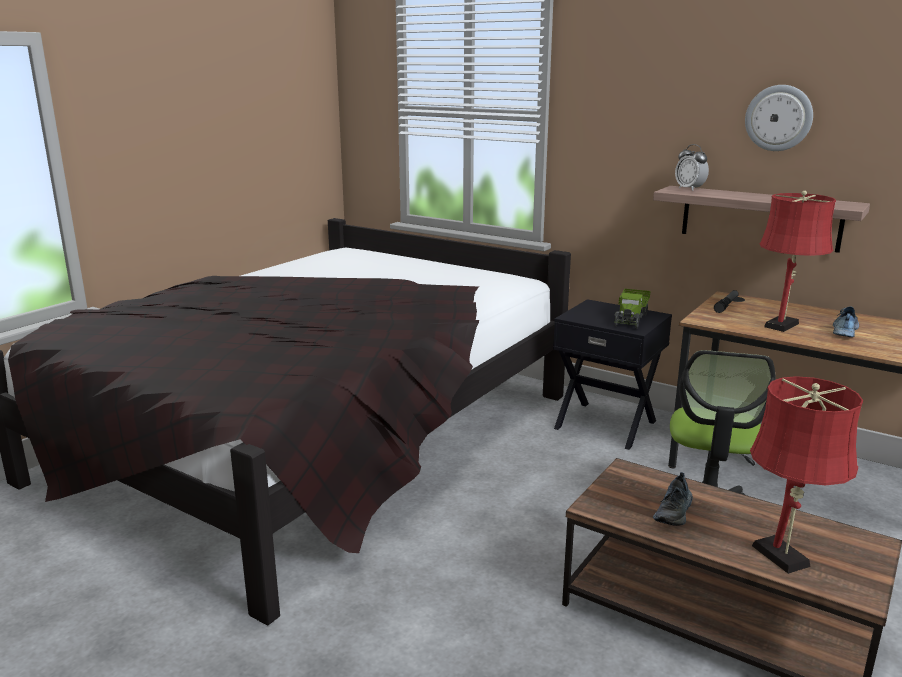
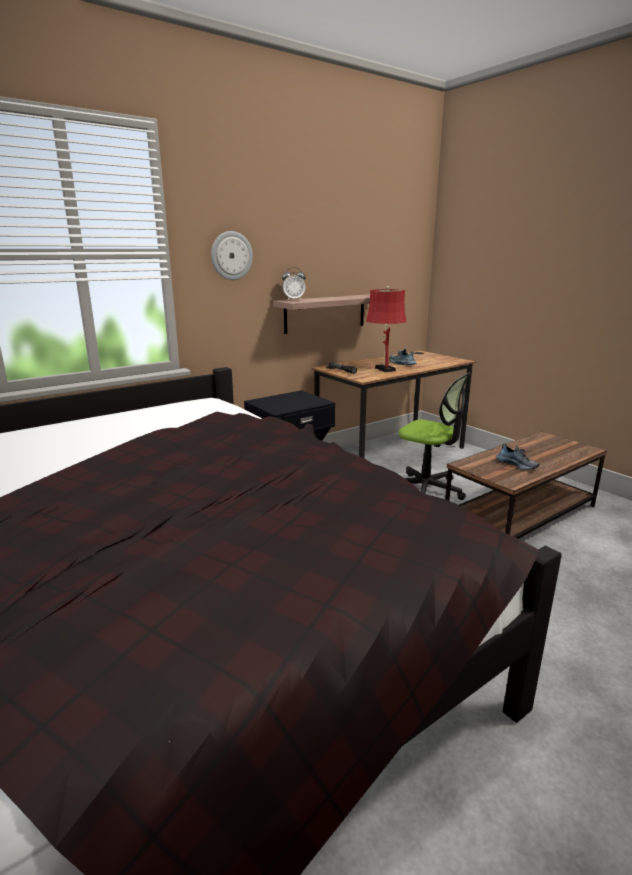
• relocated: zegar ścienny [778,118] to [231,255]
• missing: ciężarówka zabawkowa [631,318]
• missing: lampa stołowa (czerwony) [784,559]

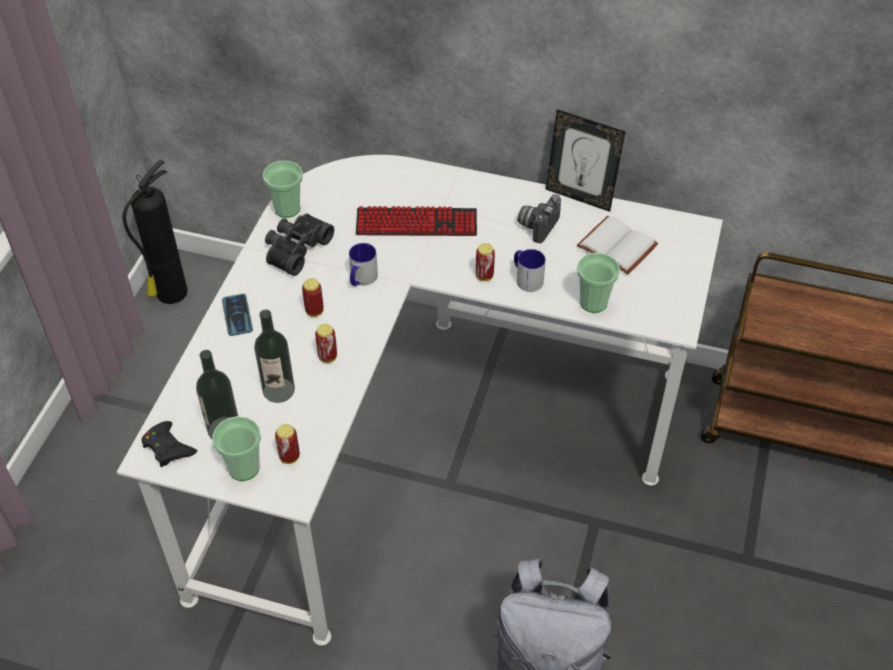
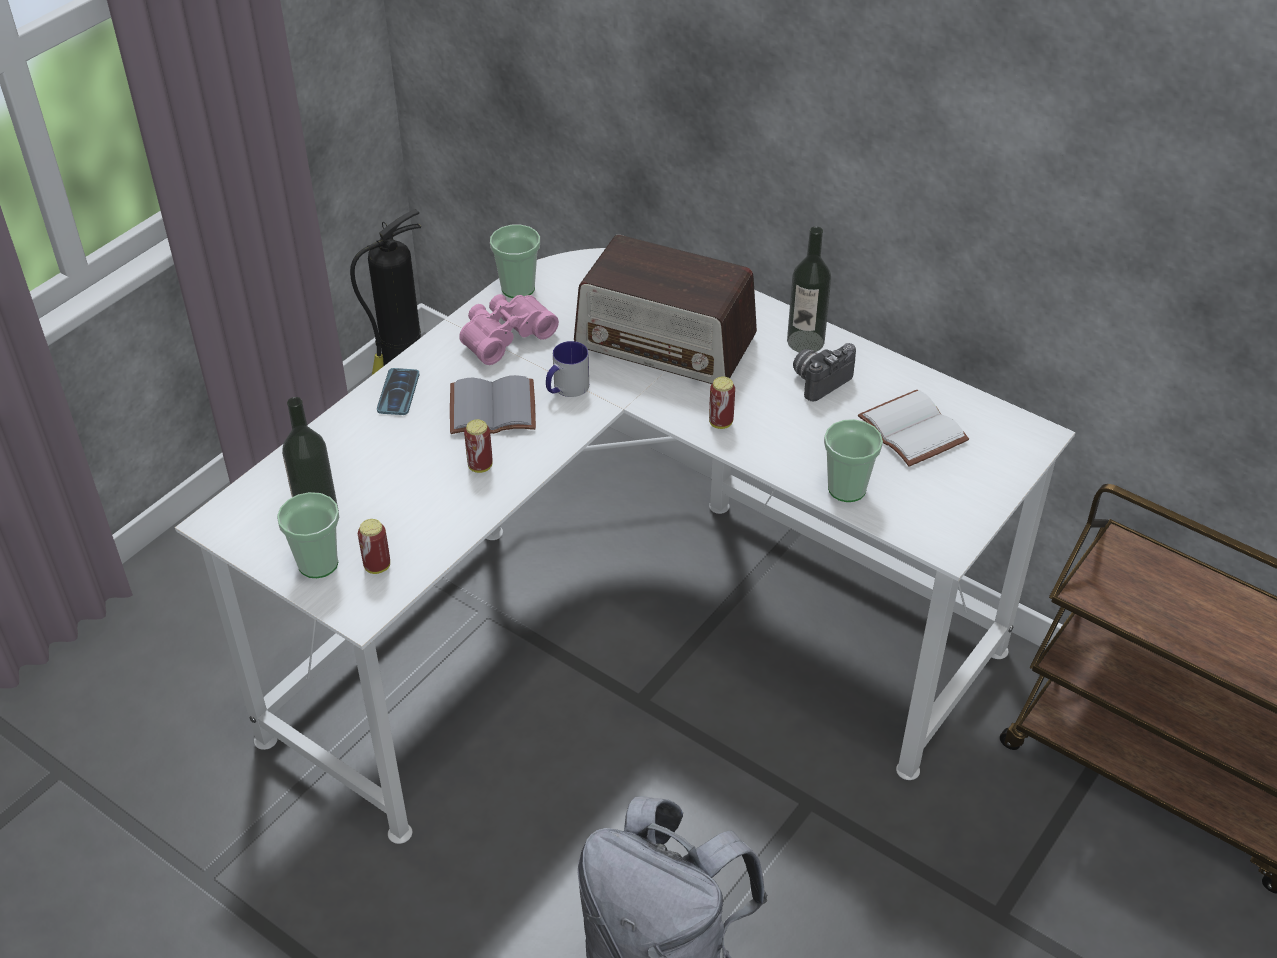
• exchanged: puszka [314,311] to książka (szary) [491,411]
• colour: lornetka (czarny) [295,249] to lornetka (różowy) [504,335]
• exchanged: klawiatura [416,224] to radio [666,342]
• relocated: butelka [278,390] to [805,342]
• missing: pad do gier (czarny) [168,447]
• missing: kubek [526,278]
• missing: ramka na zdjęcie [579,196]

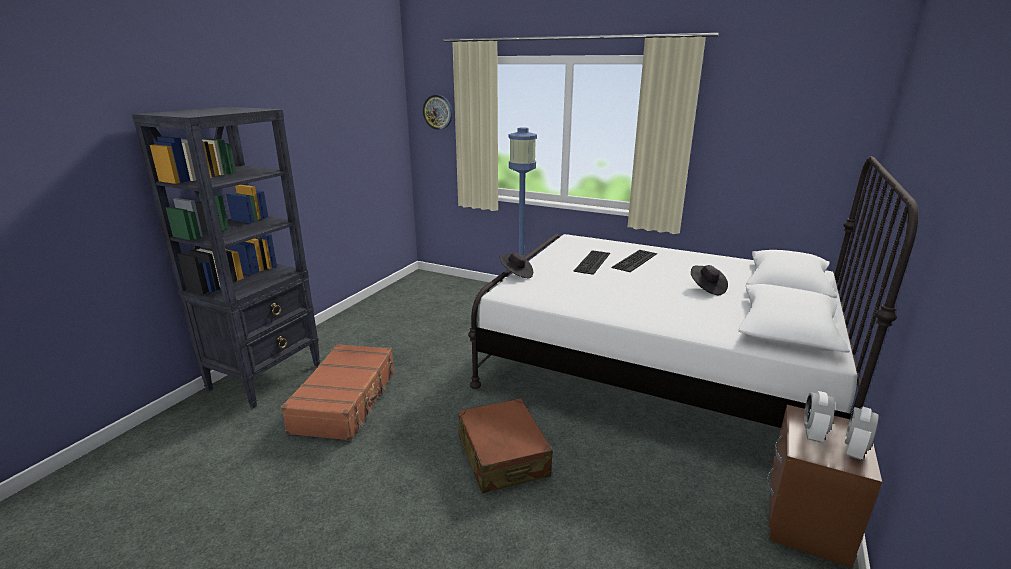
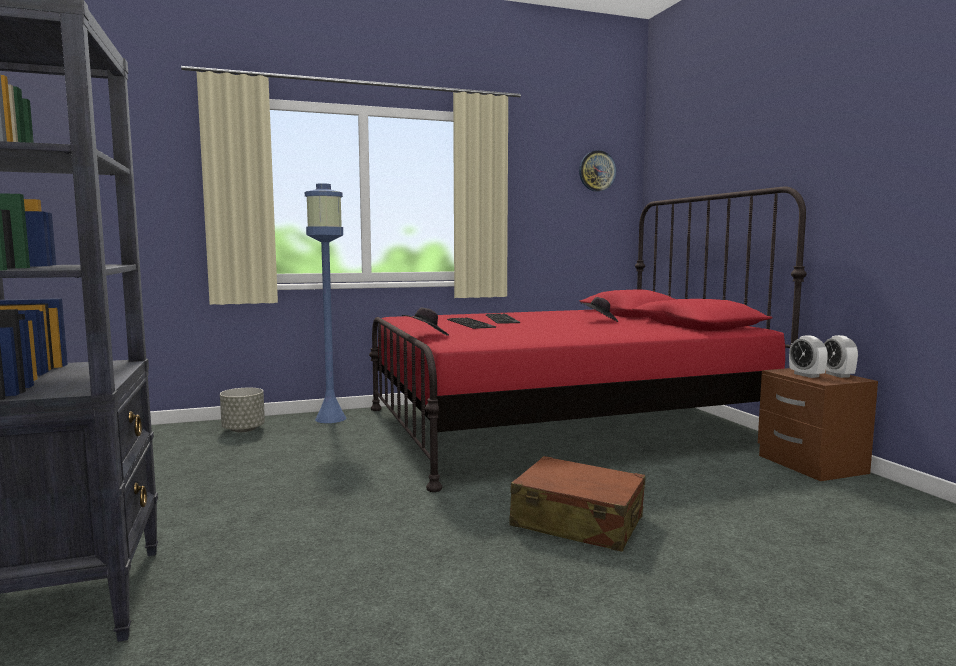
• appeared: donica (szary) [243,430]
• colour: łóżko (biały) [656,367] to łóżko (czerwony) [562,426]
• relocated: zegar ścienny [438,112] to [597,171]
• missing: walizka (brązowy) [346,400]

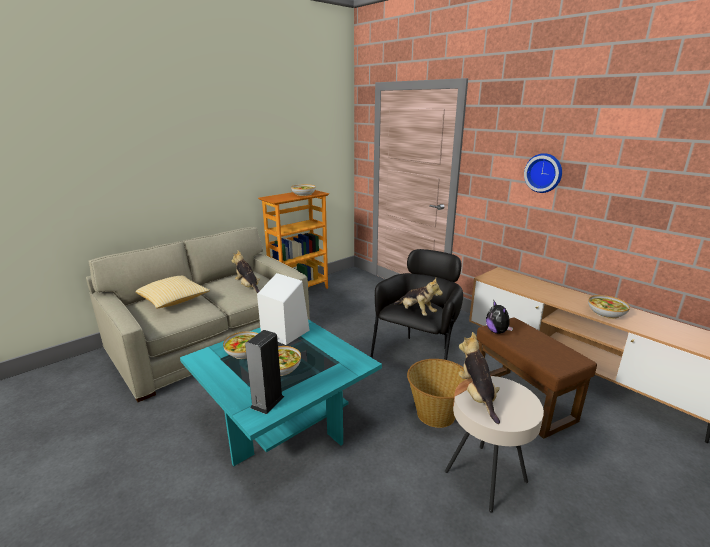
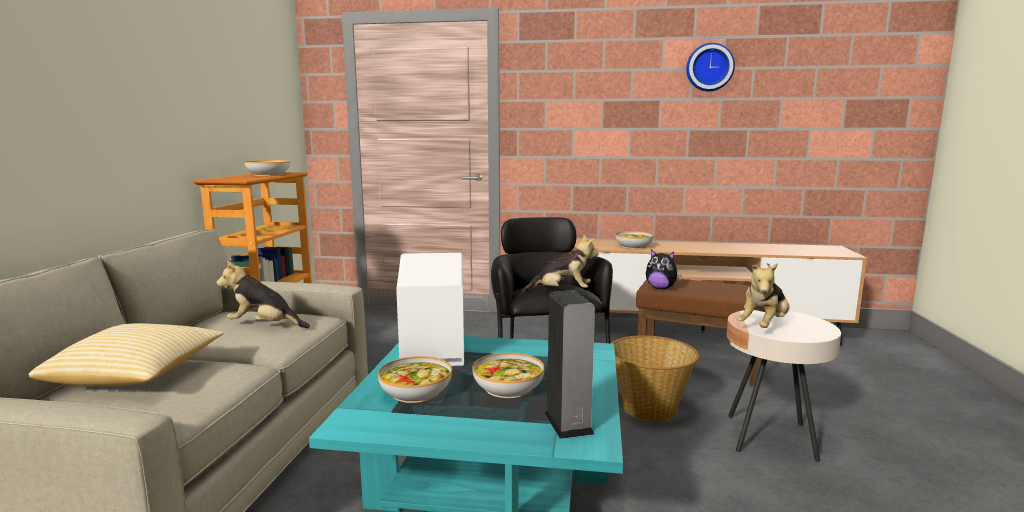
• relocated: miska [606,313] to [633,246]
• relocated: zegar ścienny [544,173] to [709,67]
• spun: pluszak [477,396] = [763,326] 90 degrees counterclockwise

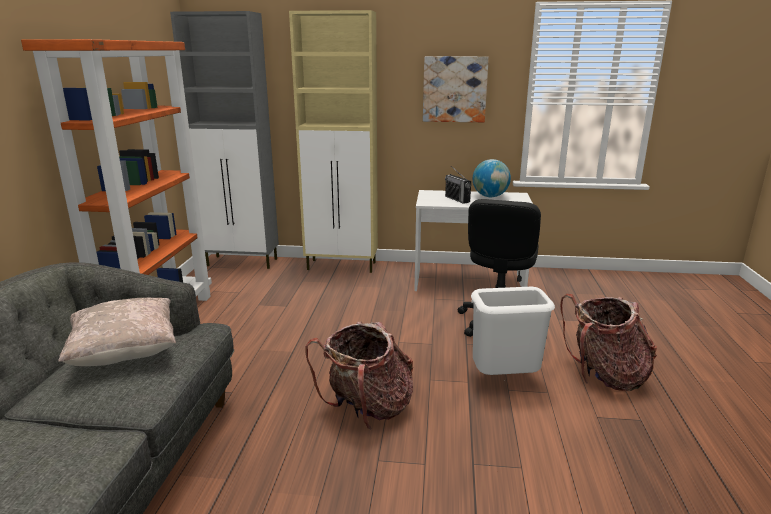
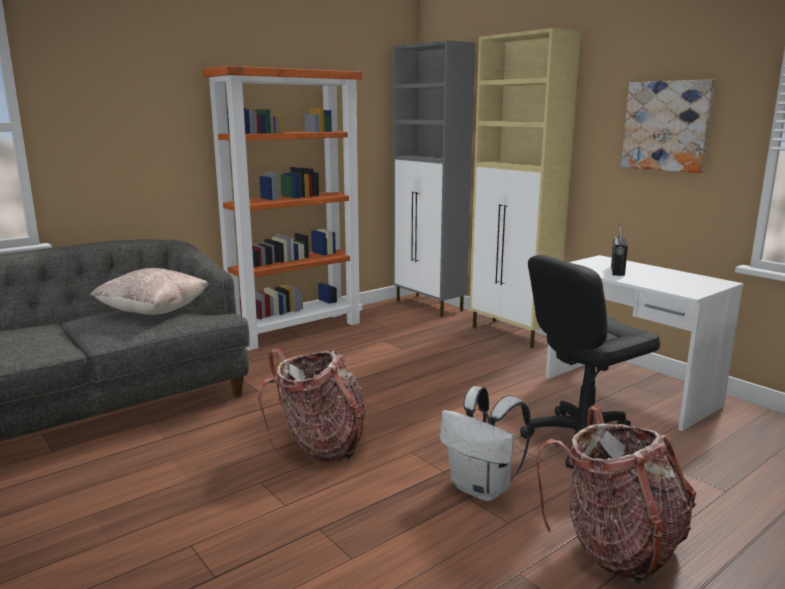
• exchanged: kosz na śmieci (biały) [504,380] to plecak (biały) [483,489]
• missing: globus [490,196]

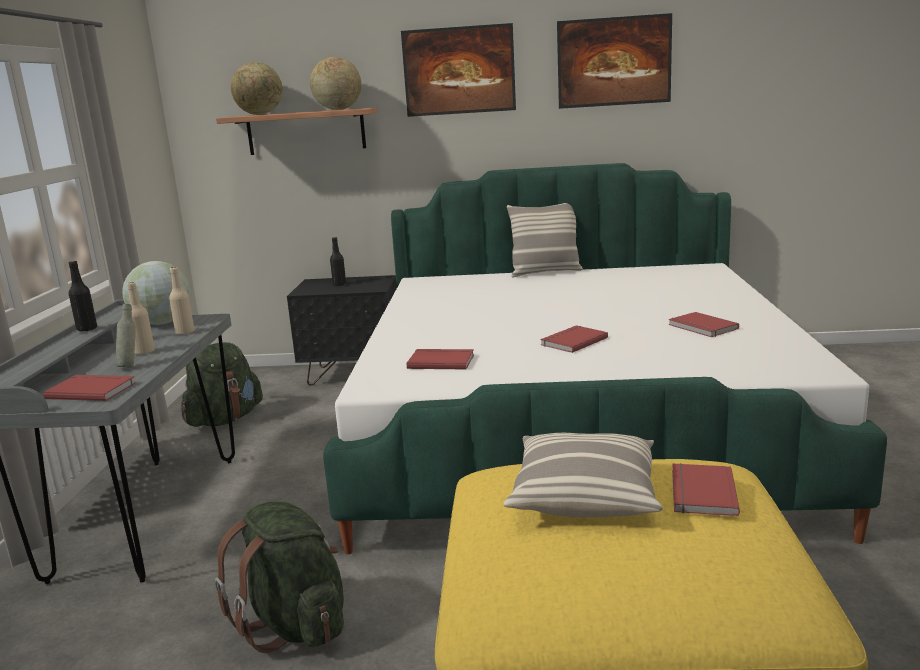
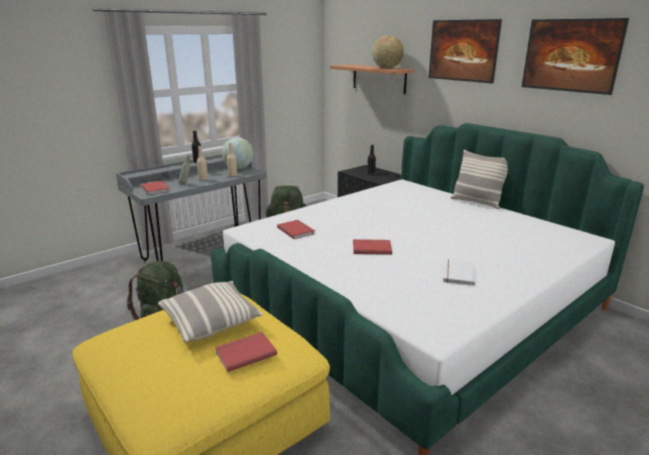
• colour: książka (czerwony) [701,327] to książka (biały) [456,274]
• missing: globus [260,114]

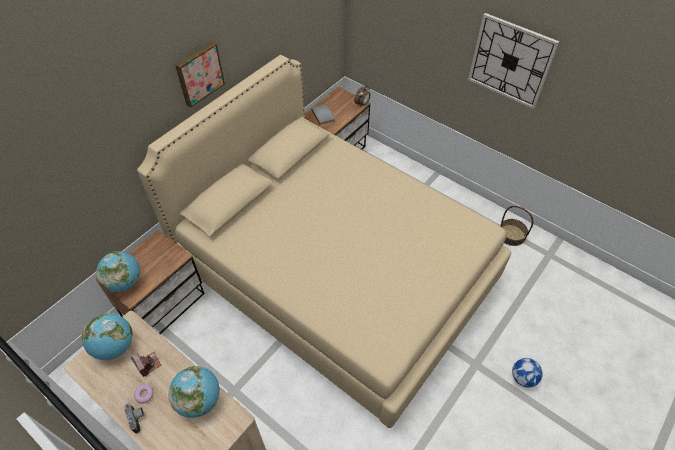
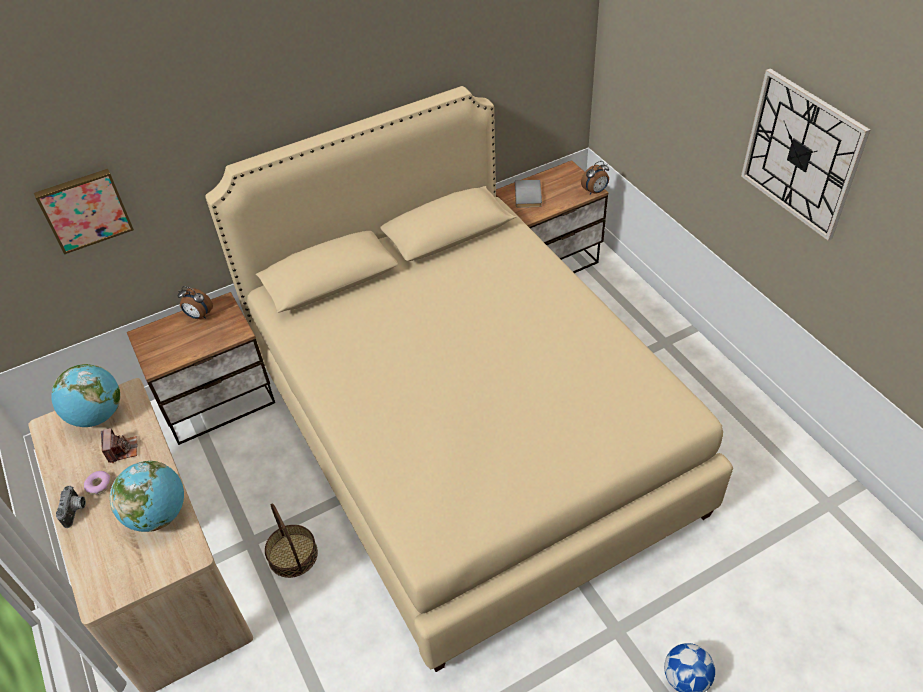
• relocated: obraz [199,73] to [84,209]
• appeared: budzik [199,316]
• relocated: koszyk [511,235] to [293,555]
• missing: globus [125,282]

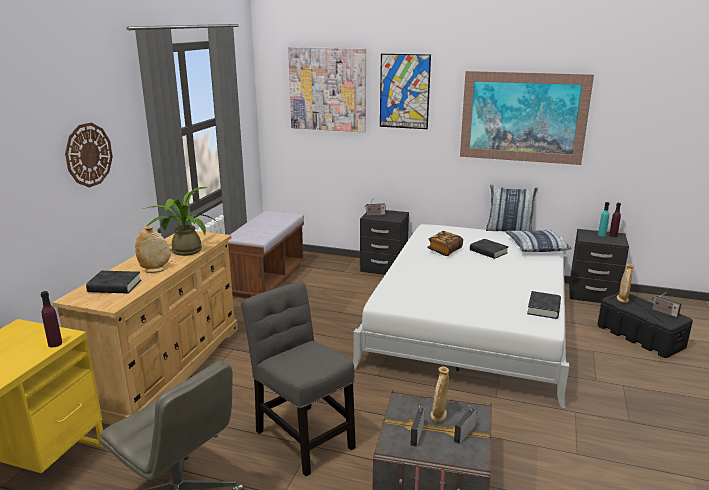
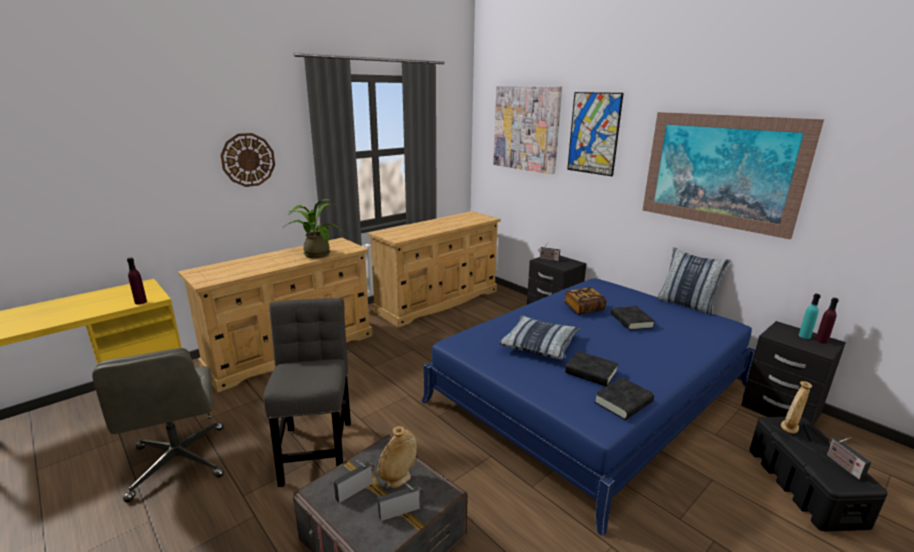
• exchanged: ławka (brązowy) [266,280] to komoda (beżowy) [438,300]
• colour: łóżko (biały) [471,321] to łóżko (niebieski) [590,393]
• relocated: poduszka [536,247] to [540,344]
• relocated: książka (czarny) [114,286] to [591,372]
• missing: wazon (beżowy) [155,270]

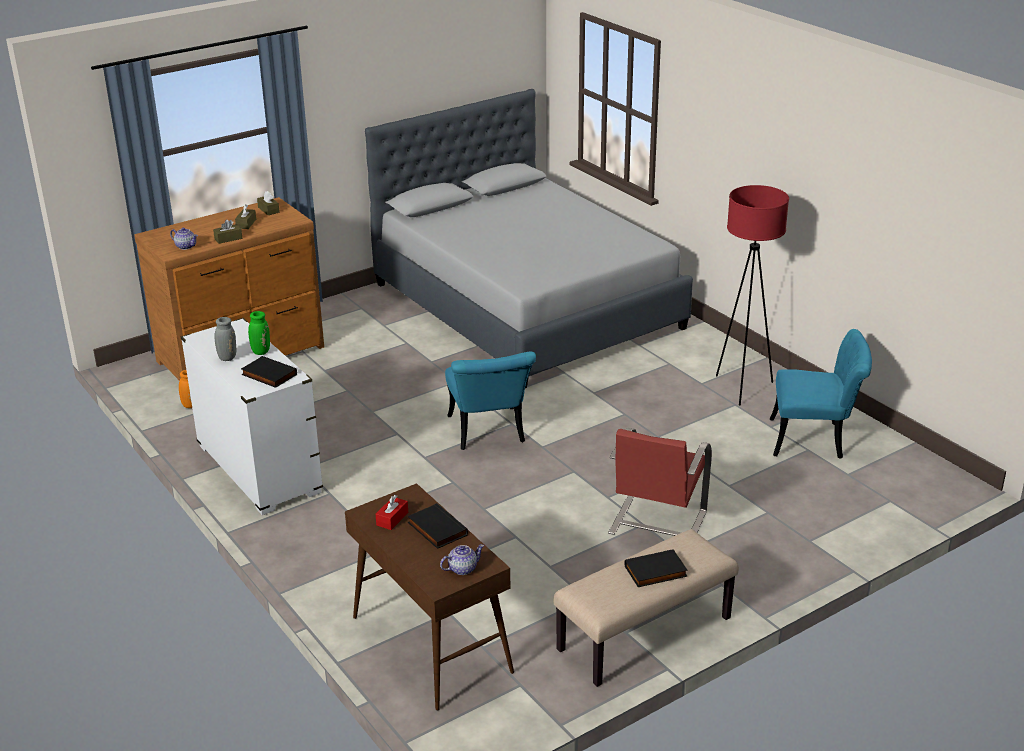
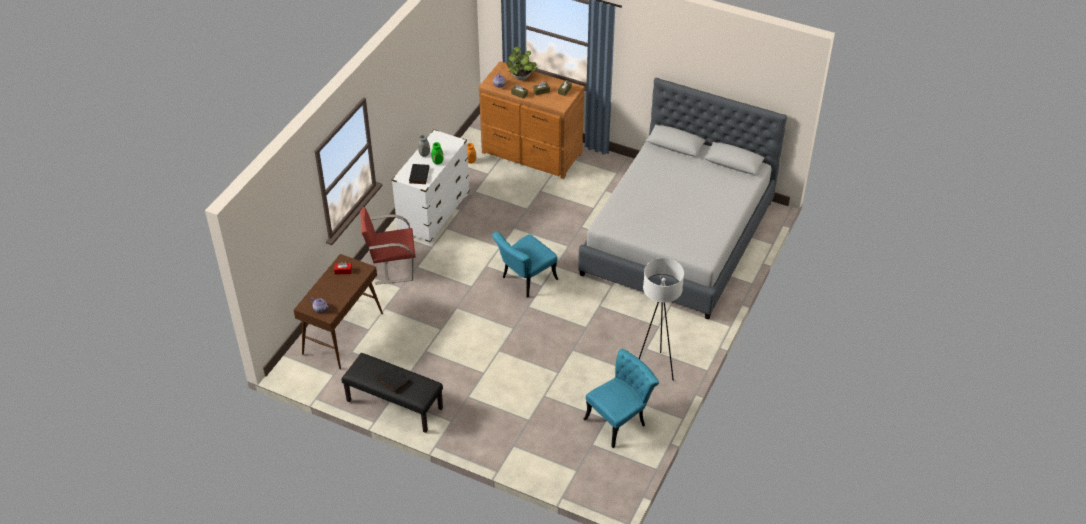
• colour: ławka (beżowy) [644,635] to ławka (czarny) [394,405]
• relocated: krzesło (czerwony) [656,523] to [391,266]
• appeared: roślina doniczkowa [522,78]
• spun: krzesło (turkusowy) [815,439] = [620,419] 105 degrees counterclockwise
• colour: lampa stojąca (czerwony) [742,388] to lampa stojąca (biały) [655,369]
• missing: książka (czarny) [436,529]

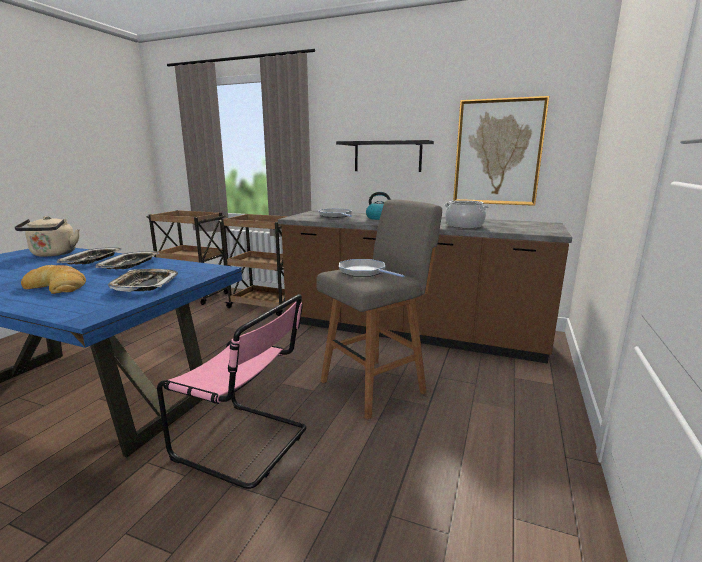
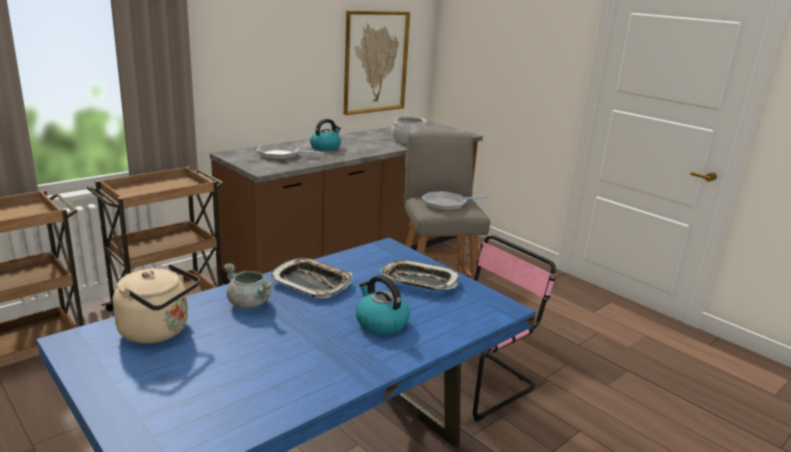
• exchanged: taca [92,260] to garnek (szary) [250,303]
• exchanged: chleb [57,286] to czajnik [381,323]
• missing: półka (czarny) [387,156]

